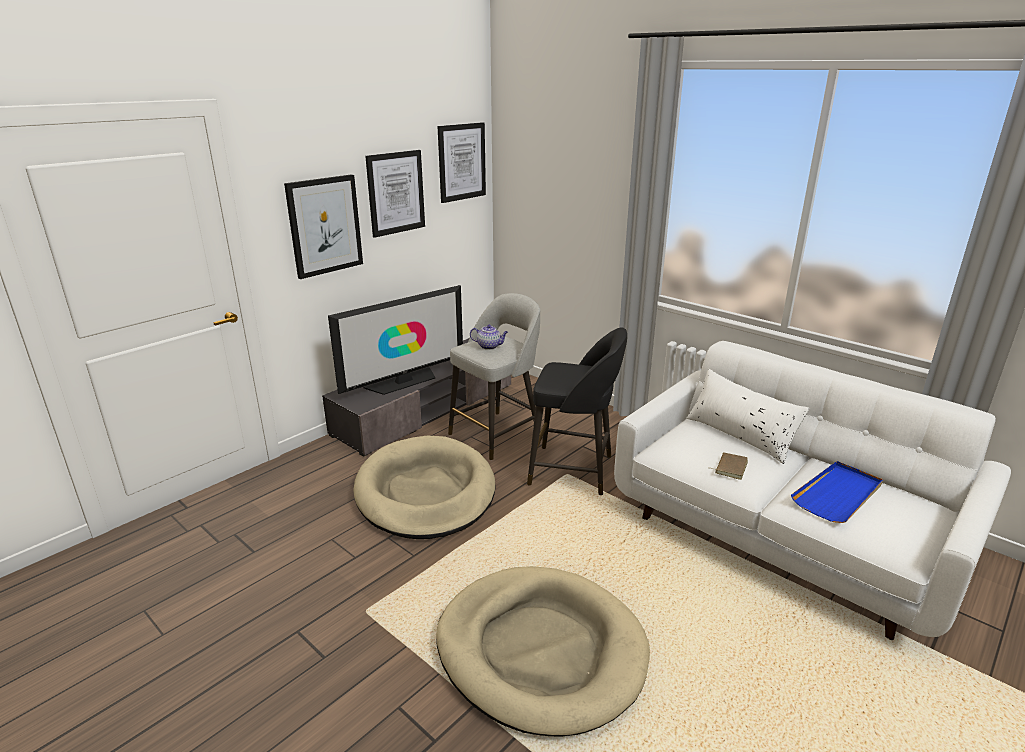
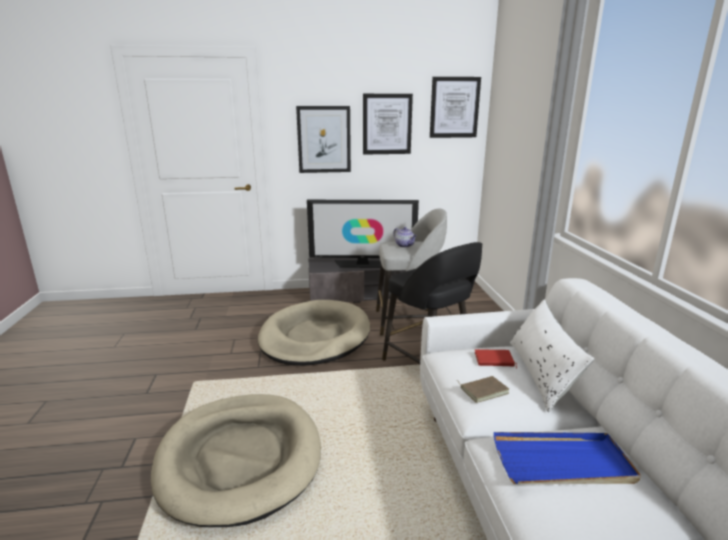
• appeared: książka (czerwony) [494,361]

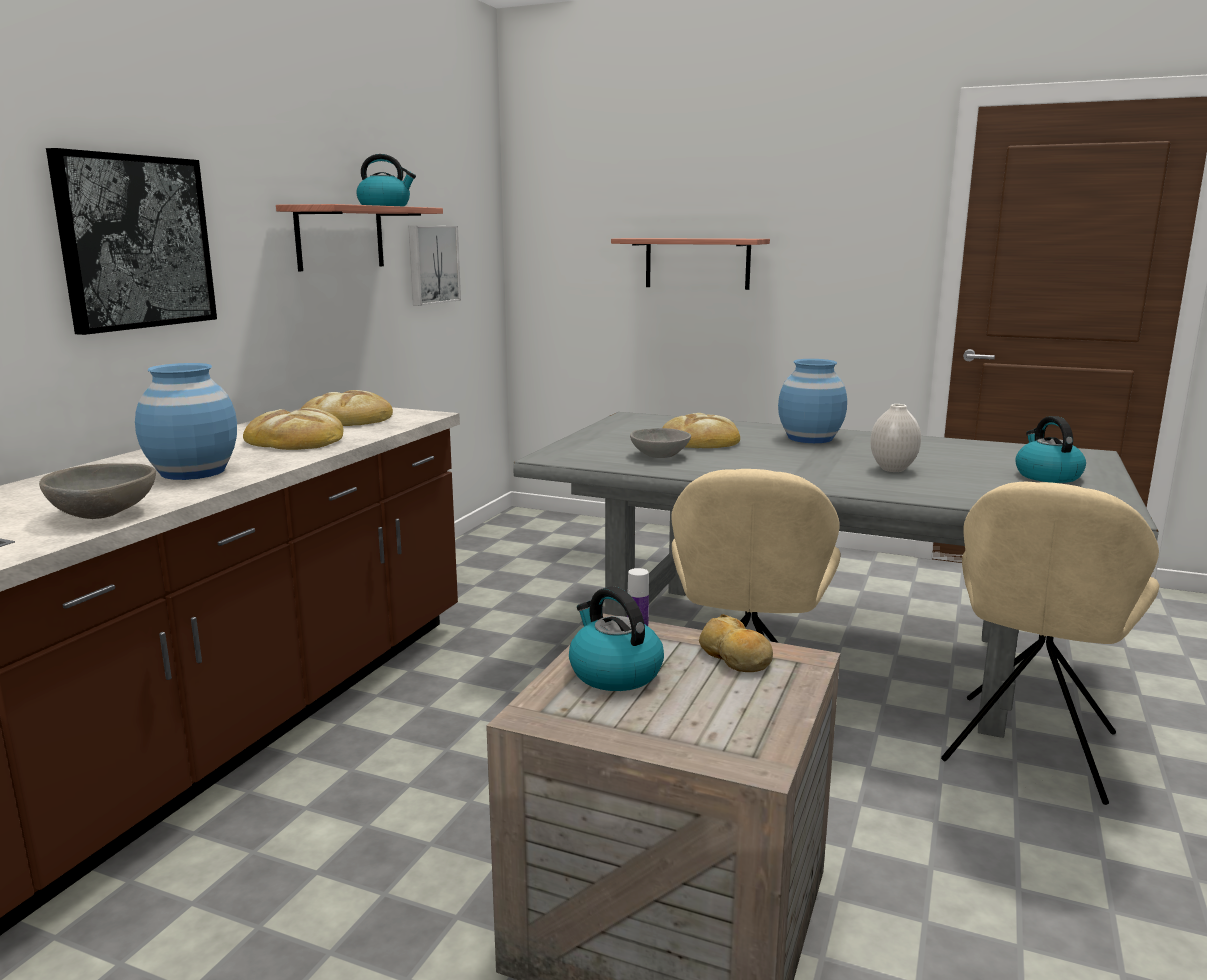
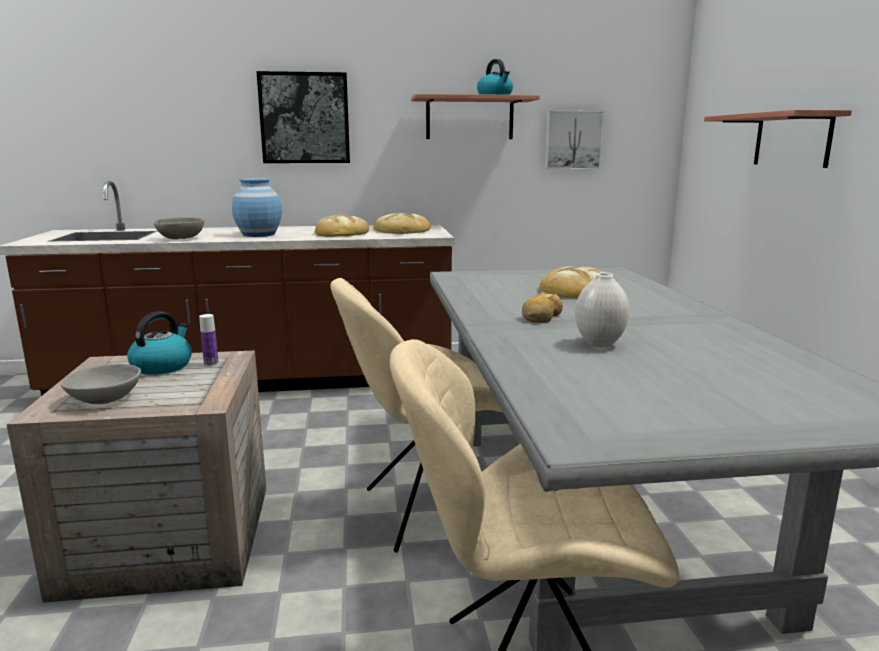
• relocated: miska (szary) [660,455] to [105,399]
• relocated: chleb [735,657] to [541,316]
• missing: wazon (niebieski) [810,438]
• missing: czajnik [1046,476]

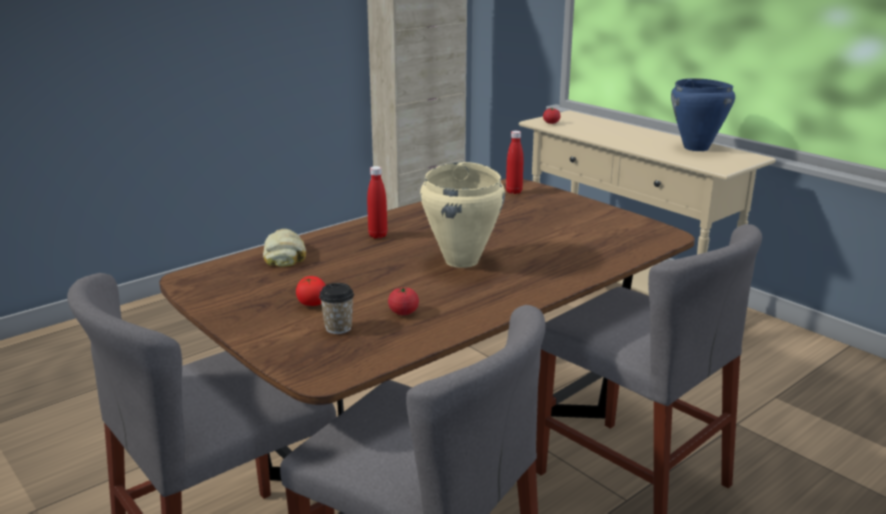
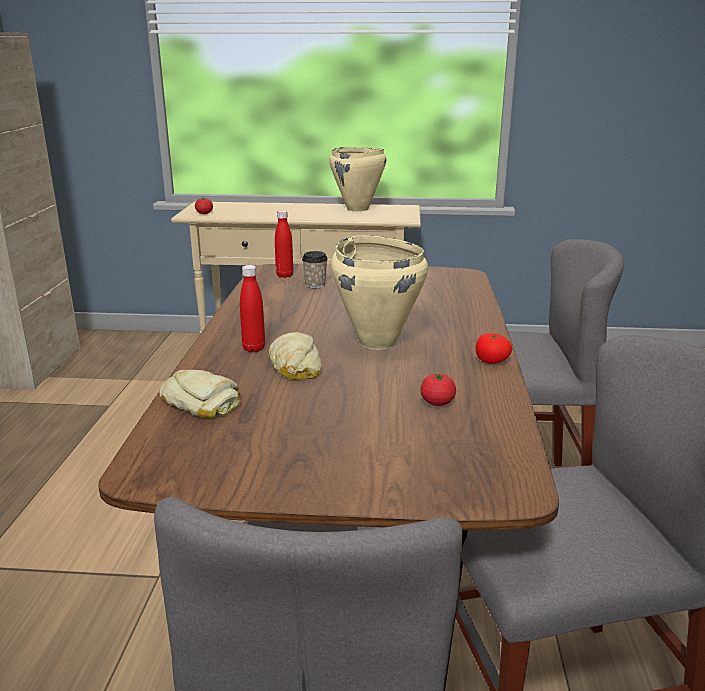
• appeared: chleb [295,366]
• relocated: filiżanka [338,328] to [315,285]
• colour: garnek (niebieski) [696,148] to garnek (beżowy) [357,209]
• relocated: pomidor [312,304] to [491,361]

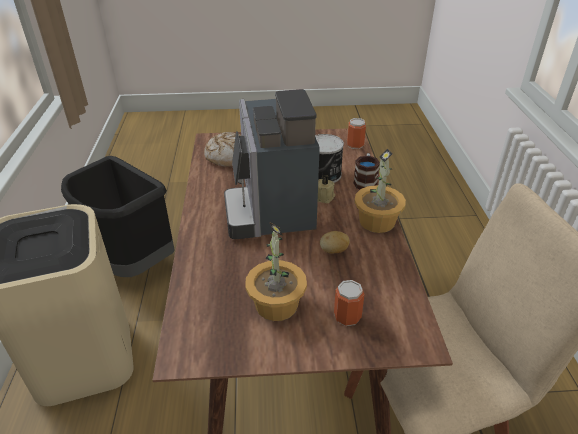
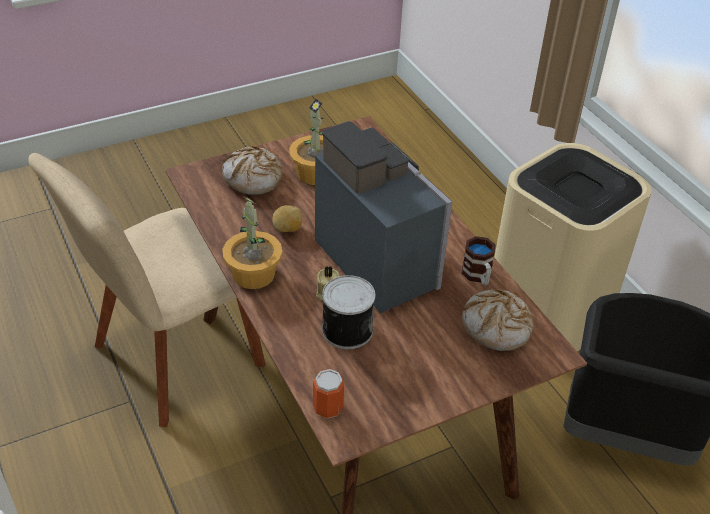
• exchanged: puszka [347,317] to chleb [253,178]
• relocated: kubek [365,181] to [478,276]

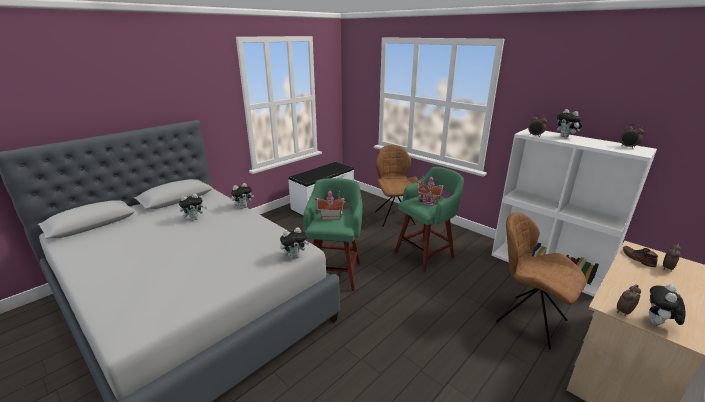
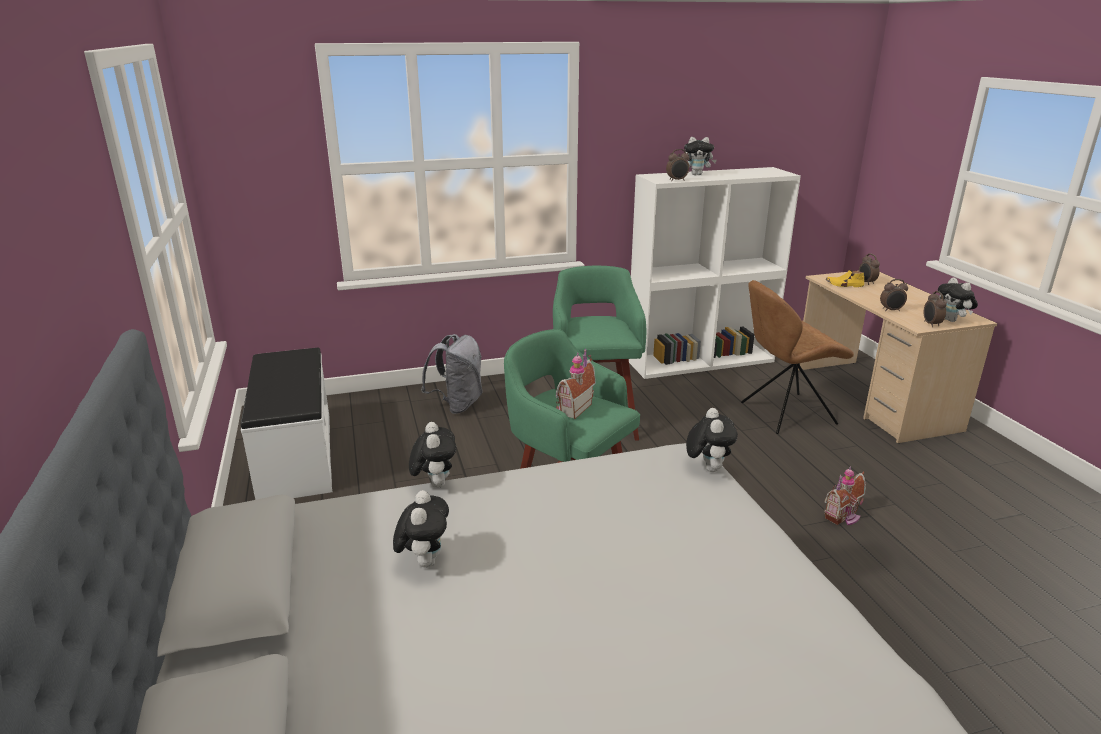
• exchanged: krzesło (brązowy) [394,217] to plecak (szary) [457,405]
• relocated: domek [428,202] to [844,517]
• colour: but (brązowy) [637,259] to but (żółty) [844,285]
• relocated: budzik [628,147] to [891,310]

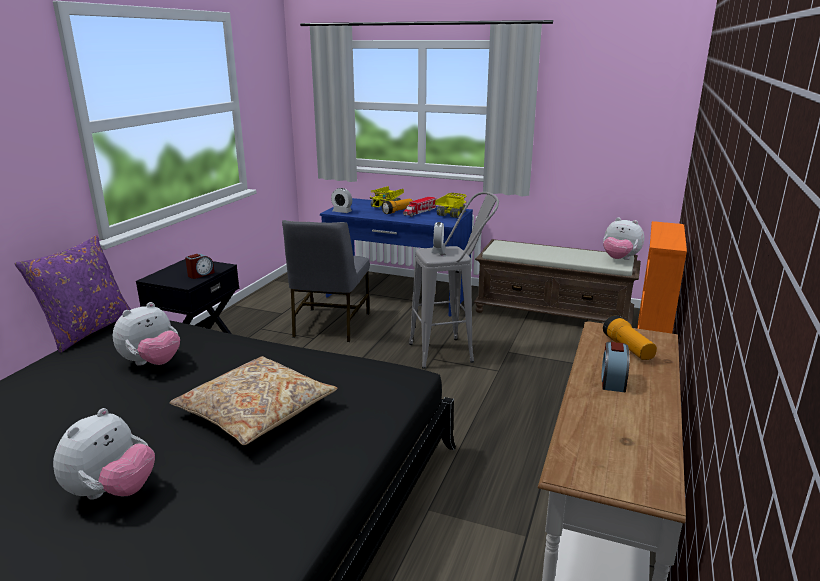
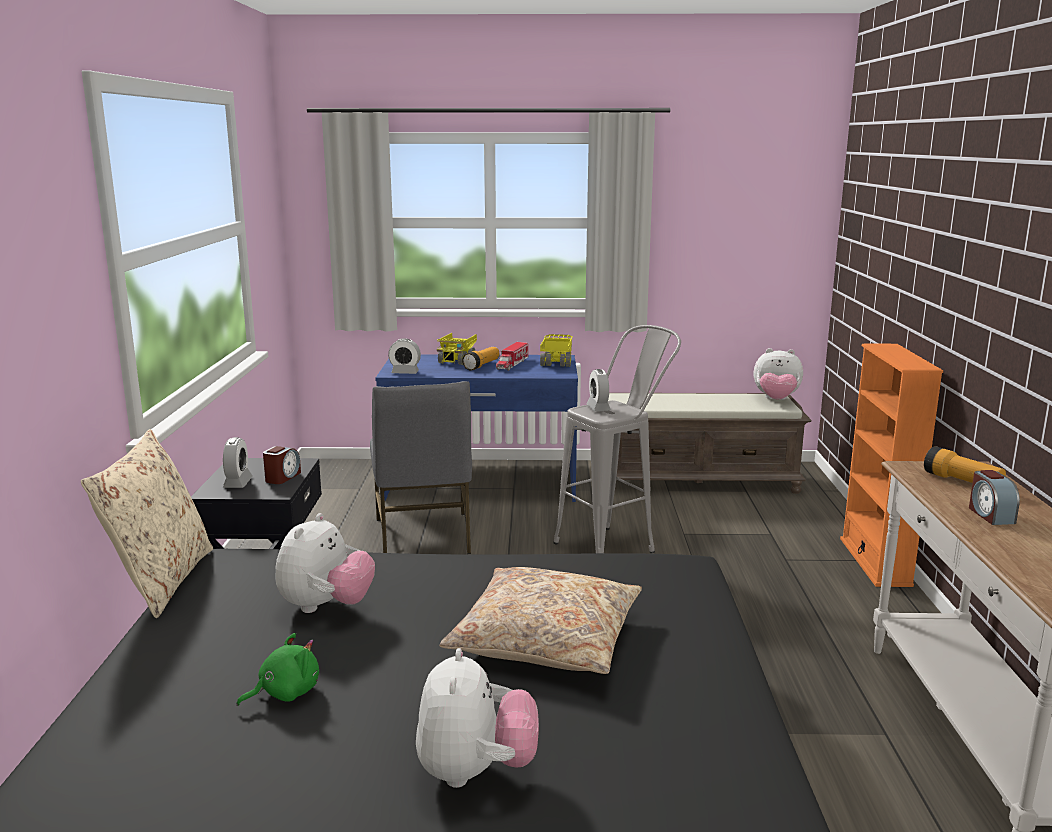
• colour: poduszka (fioletowy) [87,330] to poduszka (beżowy) [161,581]
• appeared: budzik [238,483]
• appeared: pluszak (zielony) [285,693]

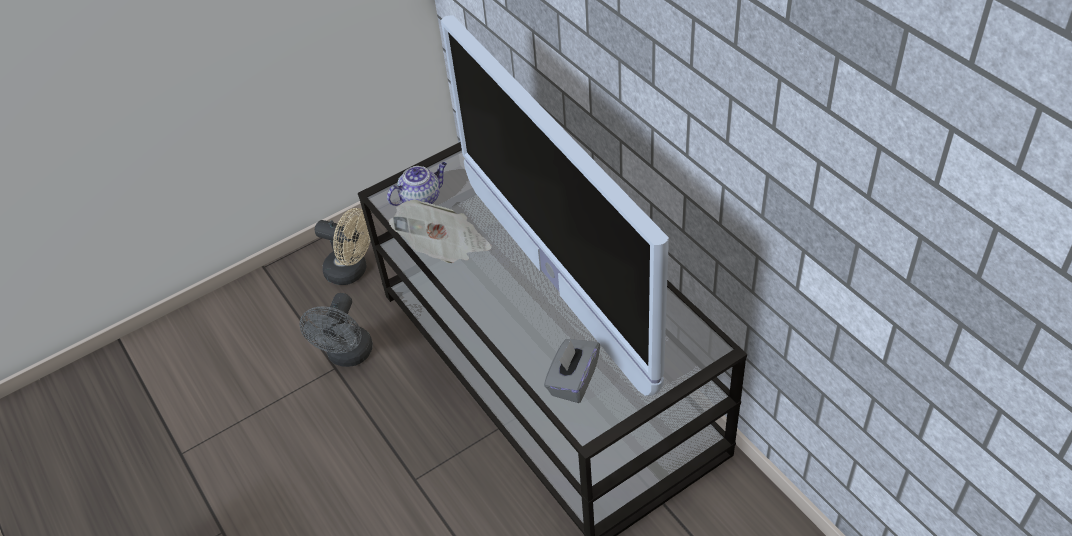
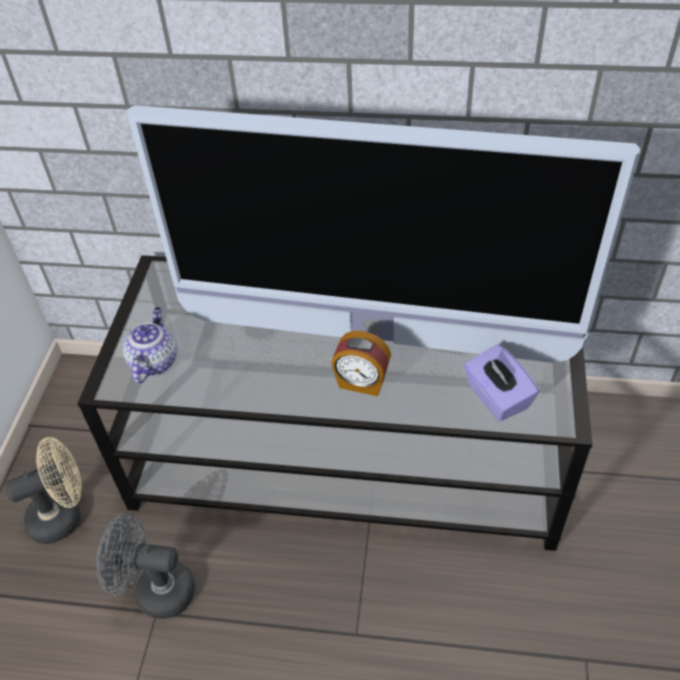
• spun: wentylator (szary) [348,356] = [156,591] 135 degrees clockwise
• appeared: budzik [361,383]
• colour: pudełko chusteczek (szary) [573,381] to pudełko chusteczek (fioletowy) [496,397]
• missing: gazeta [444,248]

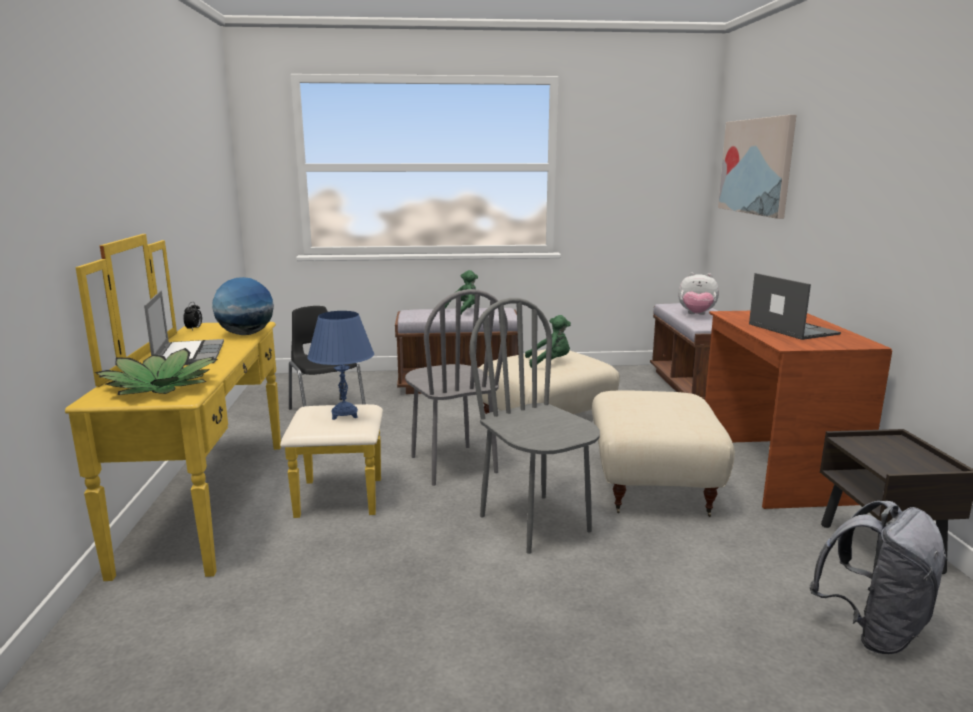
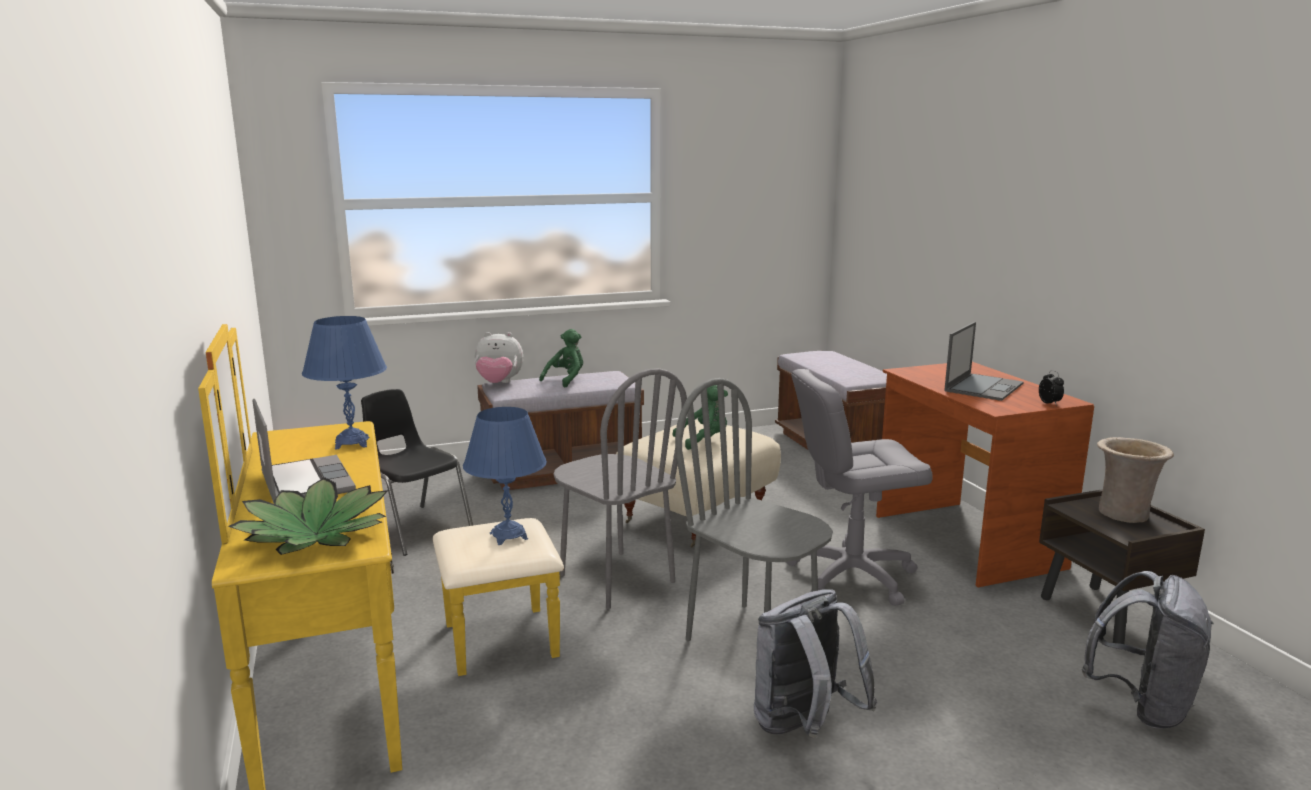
• exchanged: globus [246,334] to lampa stołowa (niebieski) [352,443]
• relocated: pluszak [696,315] to [499,383]
• appeared: plecak (szary) [803,728]
• exchanged: pufa (beżowy) [650,486] to krzesło biurowe (szary) [851,576]
• spun: laptop [792,329] = [984,387] 75 degrees clockwise
• relocated: budzik [194,329] to [1050,403]
• appeared: wazon (beżowy) [1123,514]
• missing: obraz [756,166]

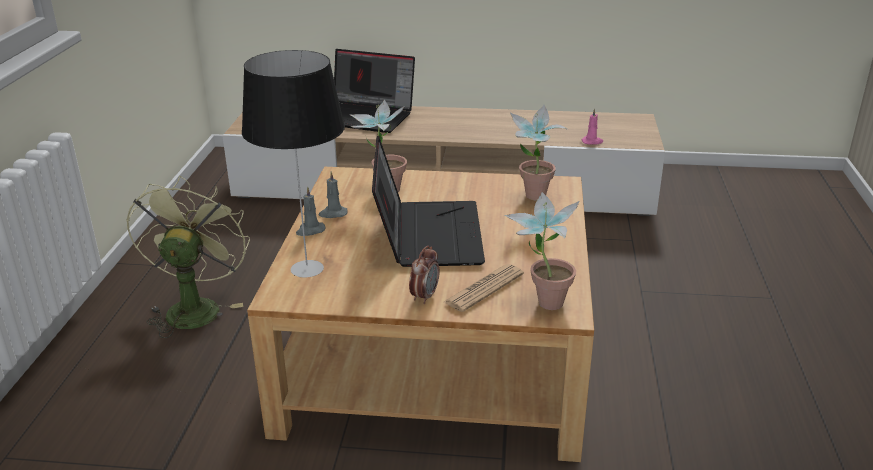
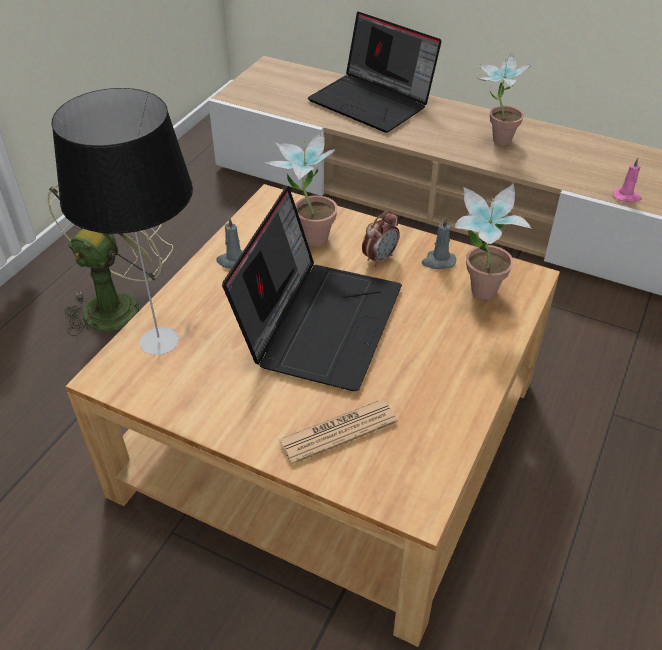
• relocated: budzik [424,296] to [380,258]
• relocated: świeca (szary) [310,230] to [438,261]
• relocated: roślina doniczkowa [541,303] to [494,139]

